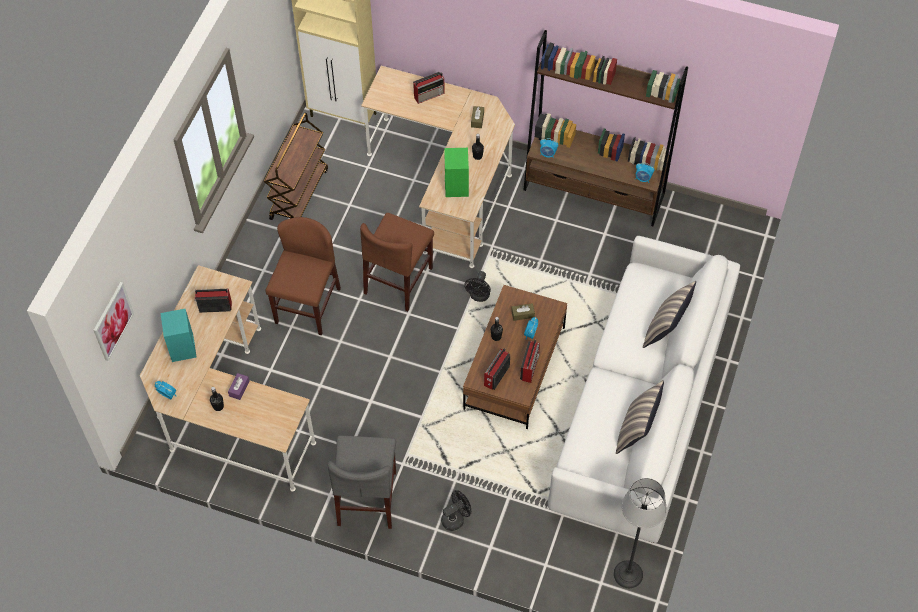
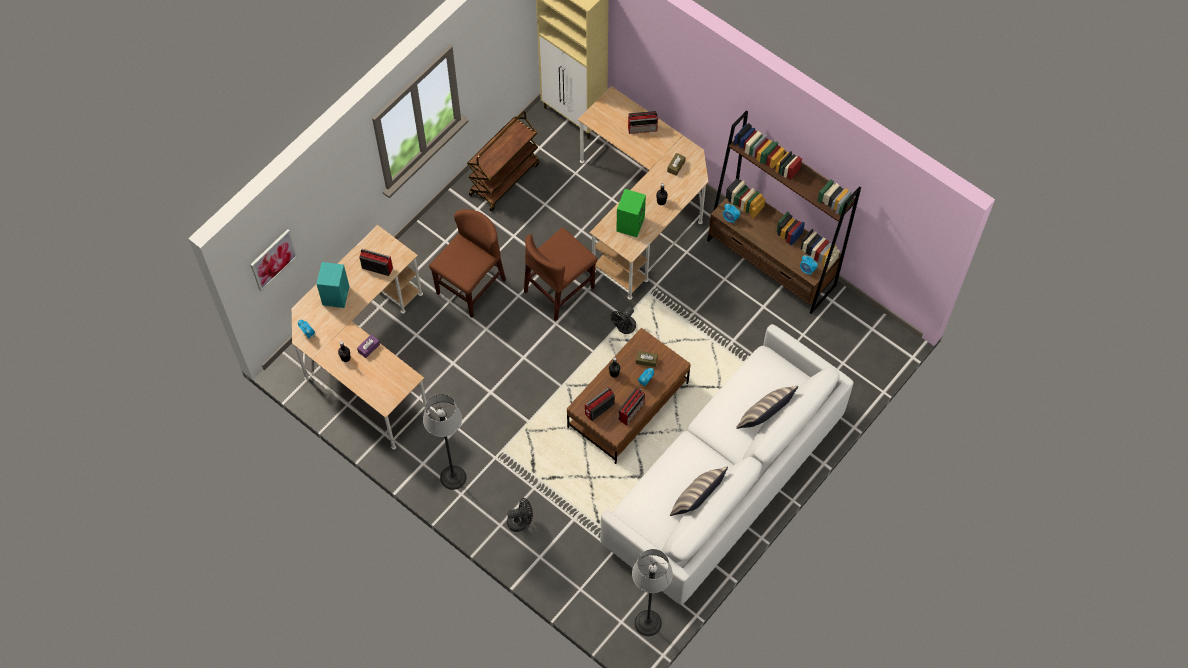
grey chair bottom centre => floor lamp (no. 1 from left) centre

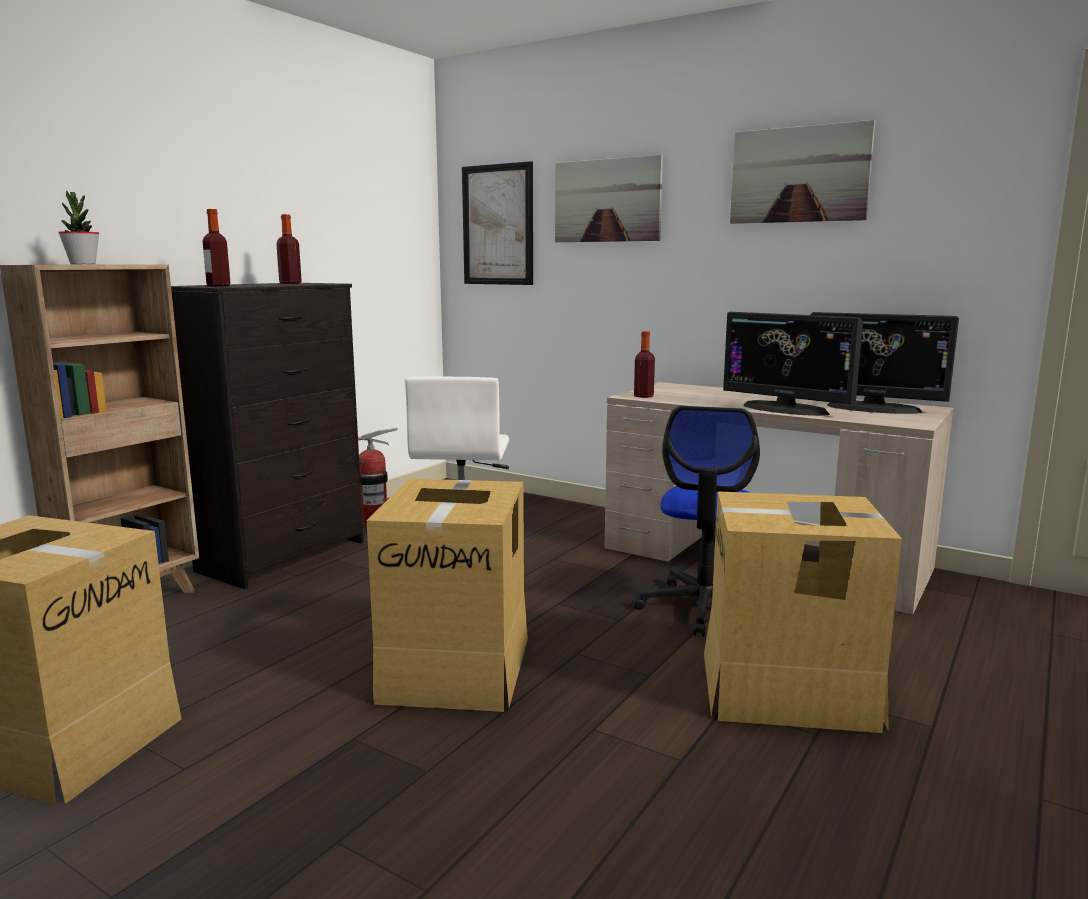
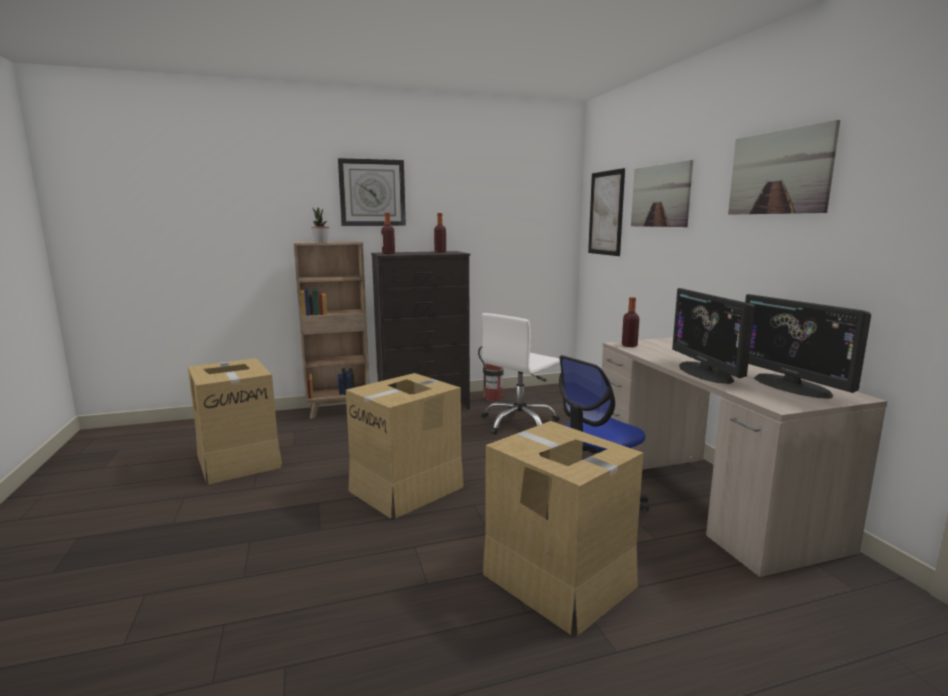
nothing => wall clock top centre

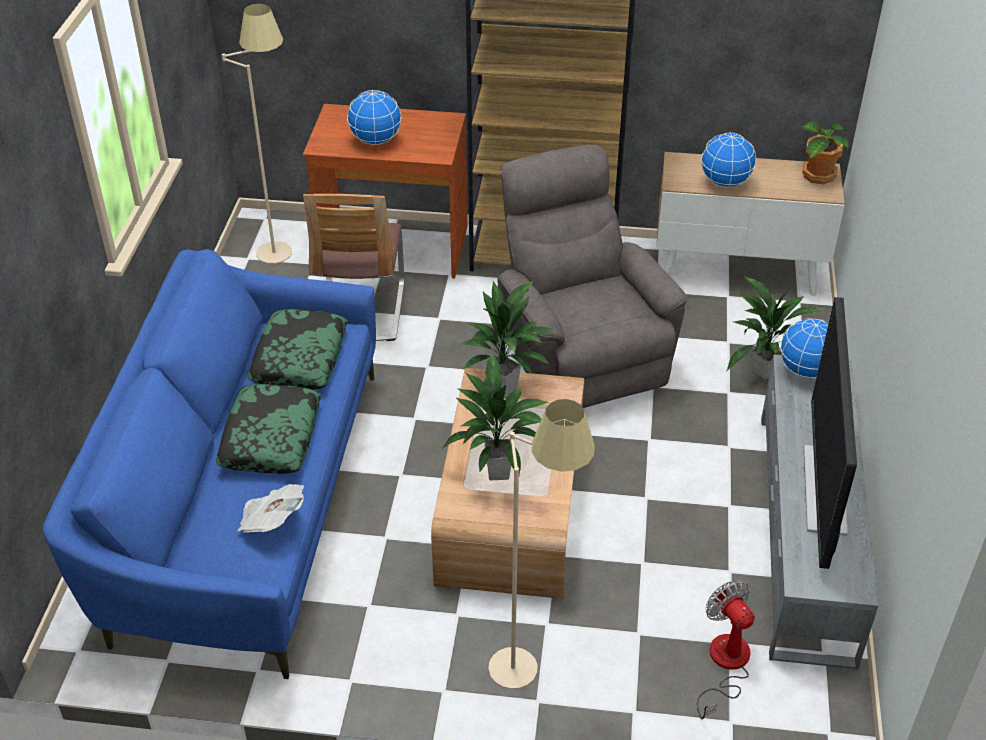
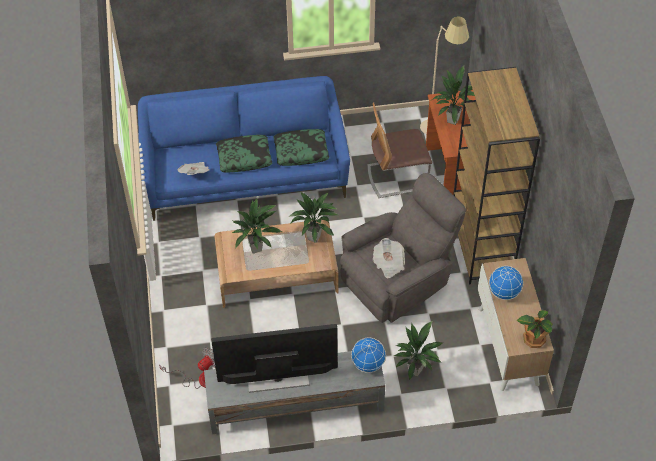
beige floor lamp (no. 2 from left) bottom centre => nothing
nothing => newspaper (no. 2 from left) centre
globe (no. 1 from left) top centre => potted plant (no. 4 from left) top right

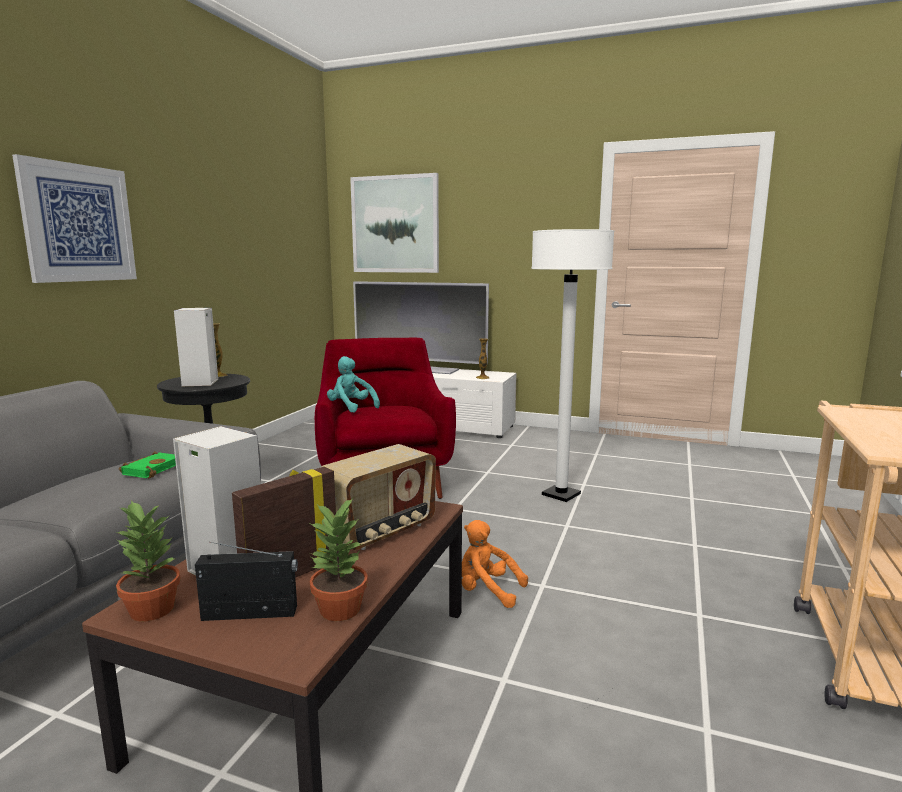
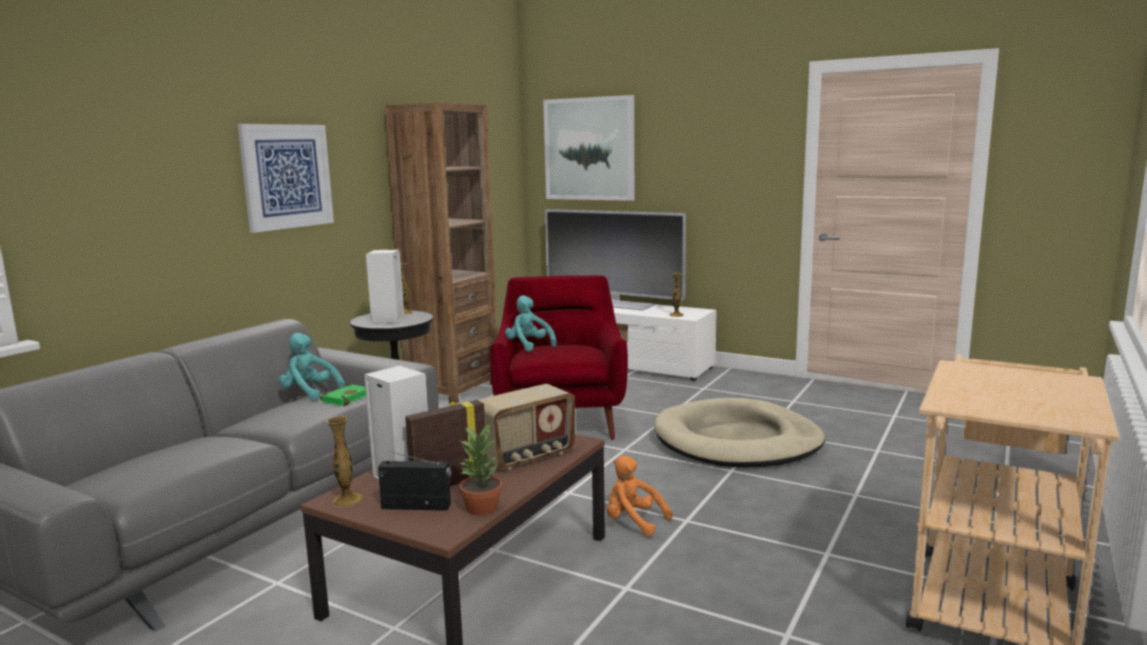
nothing => turquoise plush toy (no. 1 from left) middle left
nothing => brown bookcase centre
potted plant (no. 1 from left) bottom left => vase (no. 1 from left) bottom left
white floor lamp centre => beige dog bed bottom centre

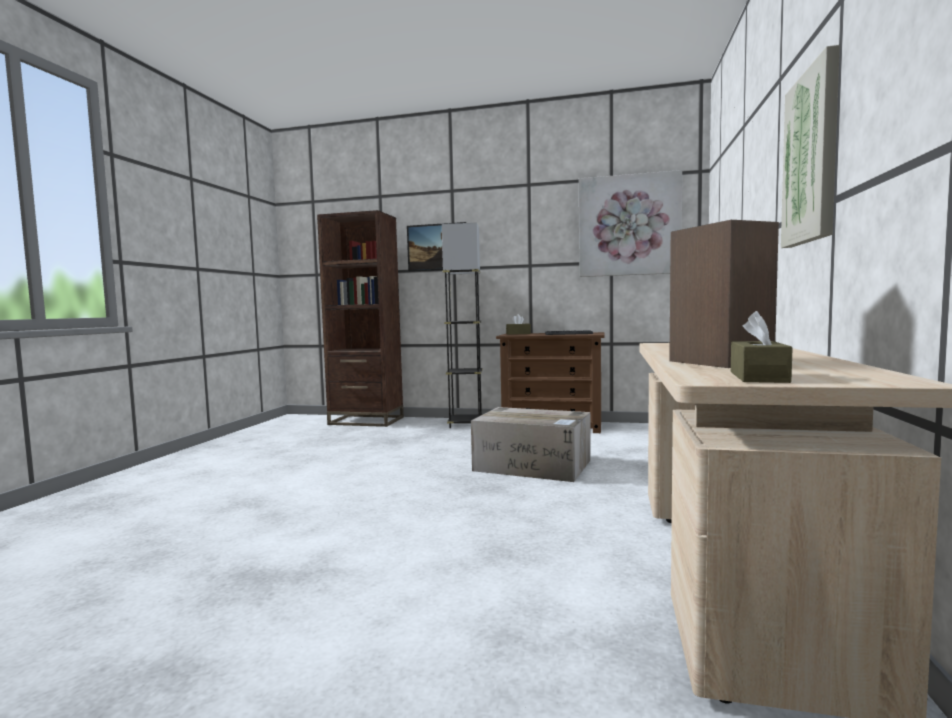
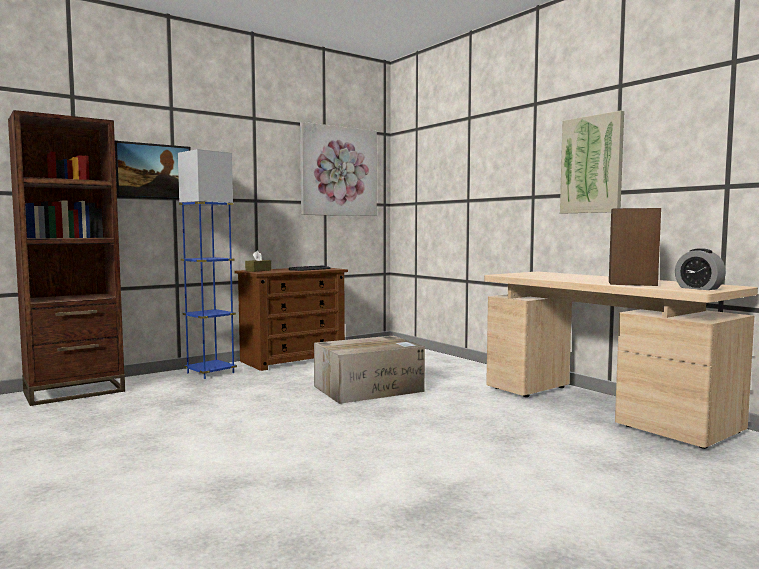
brown tissue box (no. 2 from left) middle right => alarm clock middle right
grey floor lamp centre => blue floor lamp middle left

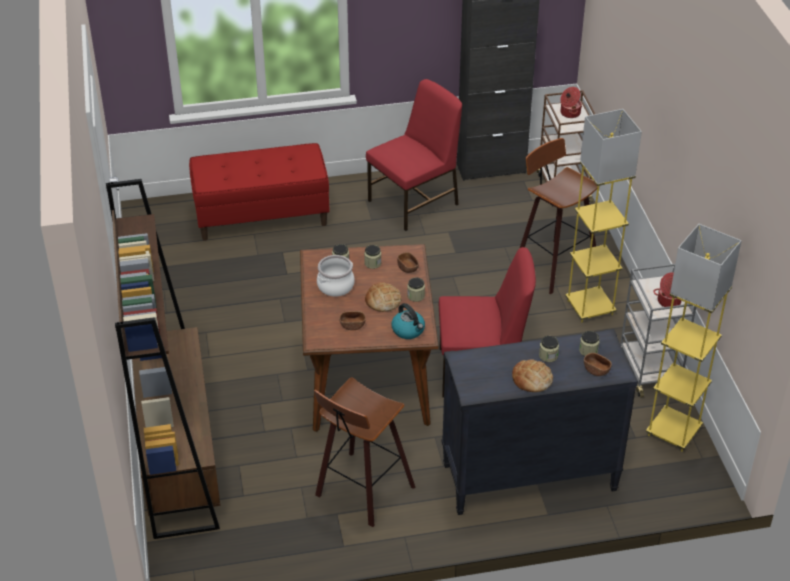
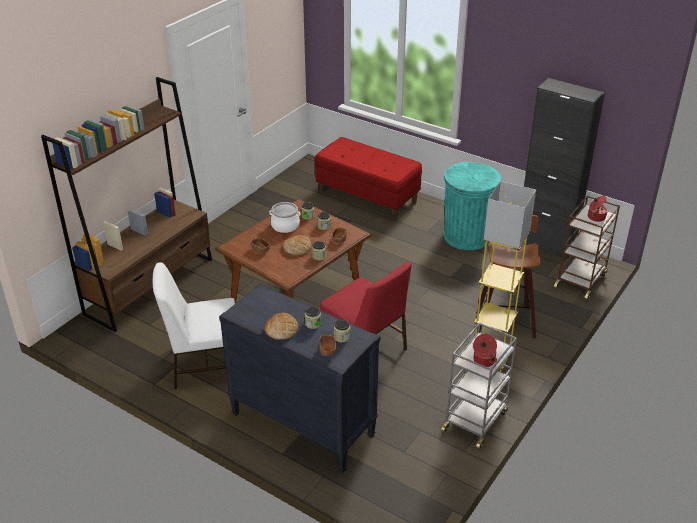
kettle centre => nothing
yellow floor lamp (no. 2 from left) middle right => nothing
stool (no. 1 from left) bottom centre => white chair middle left
red chair (no. 1 from left) top centre => turquoise trash can middle right

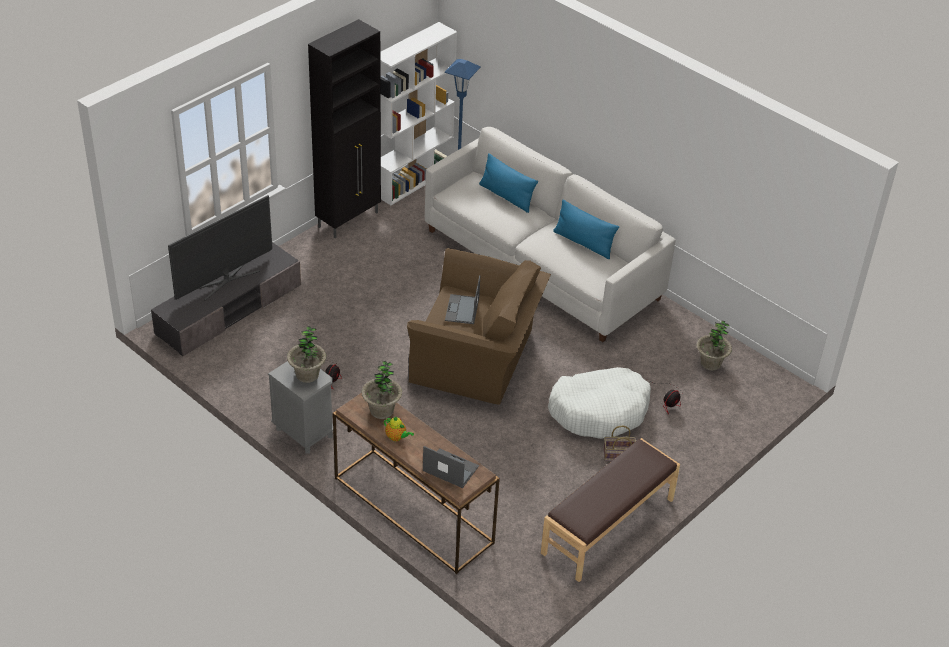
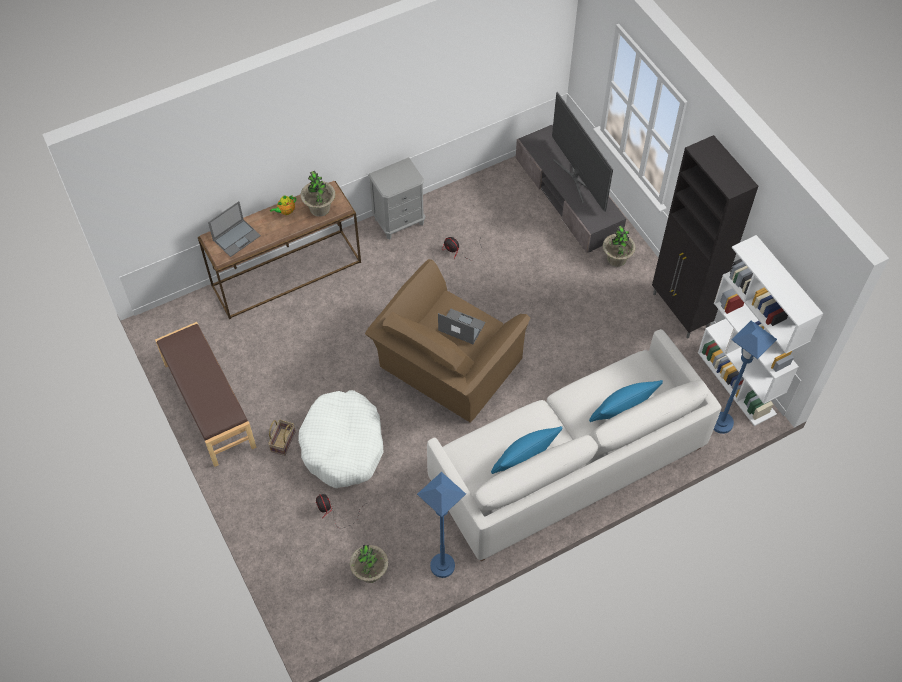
nothing => blue floor lamp (no. 1 from left) bottom centre
potted plant (no. 1 from left in the first image) middle left => potted plant (no. 3 from left) middle right, relocated

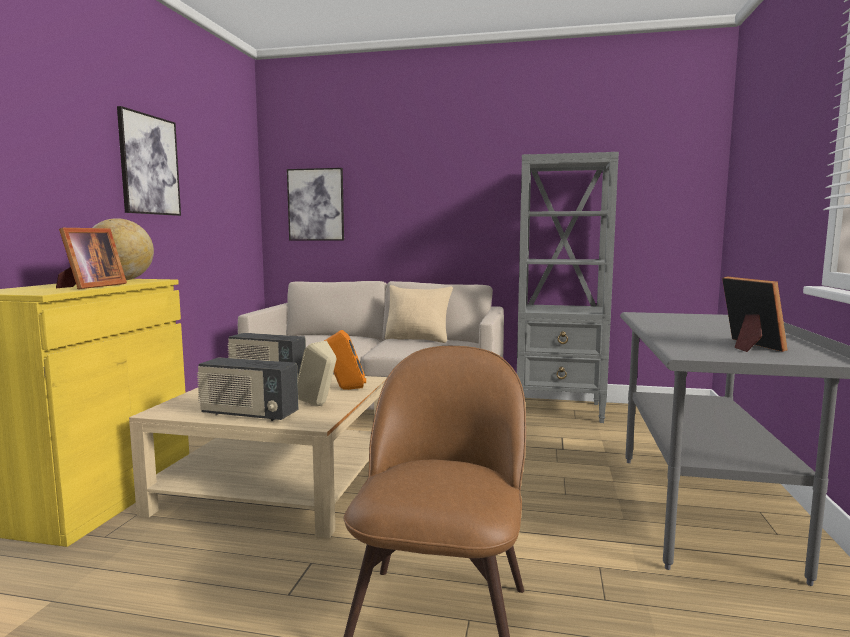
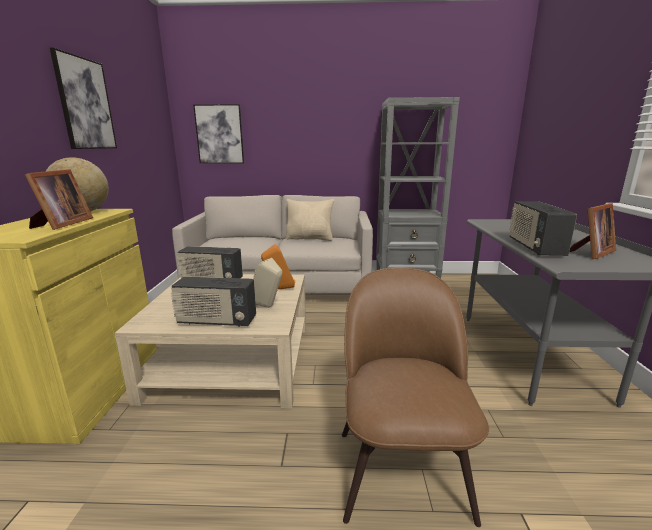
nothing => radio (no. 3 from left) middle right
picture frame (no. 2 from left) middle right, 75 degrees clockwise

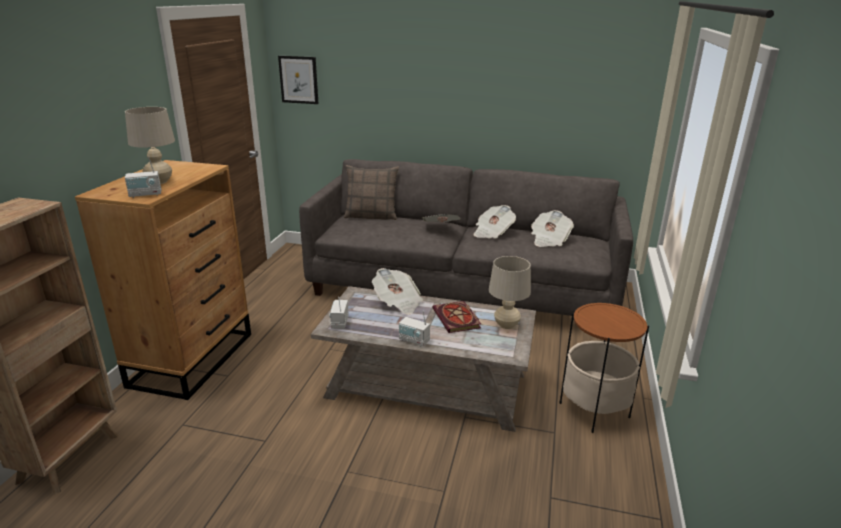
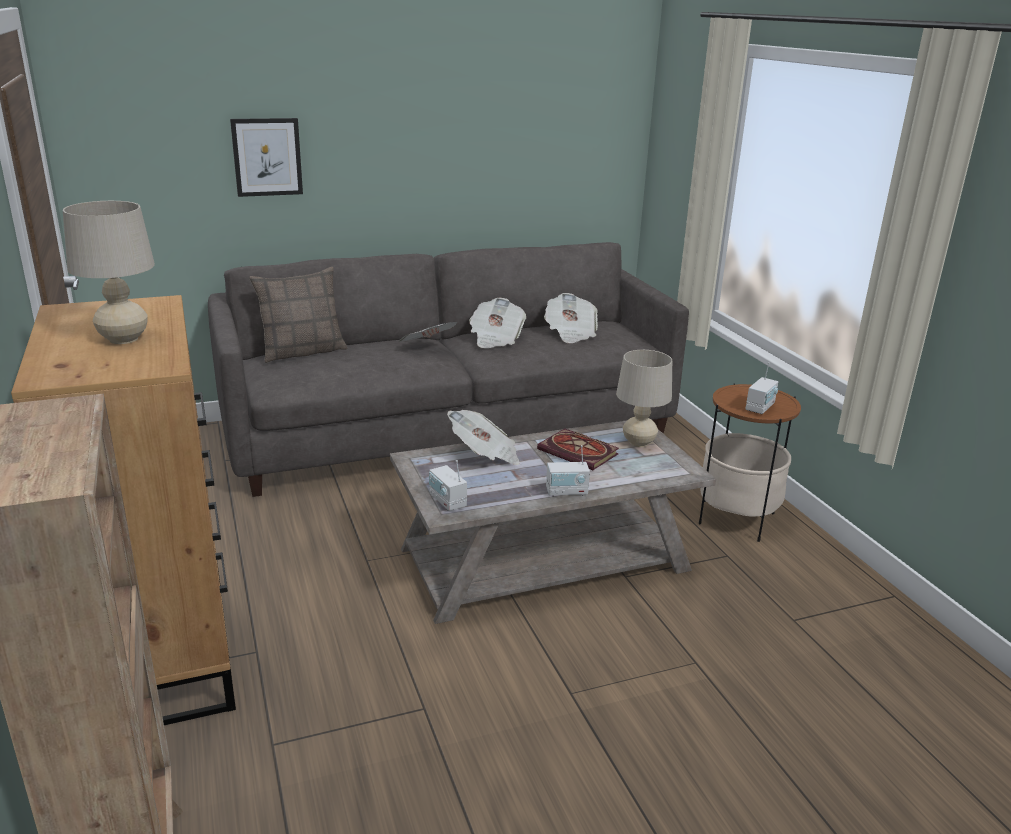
radio (no. 1 from left in the first image) middle left => radio (no. 3 from left) middle right, relocated
picture top centre => picture top left, relocated

